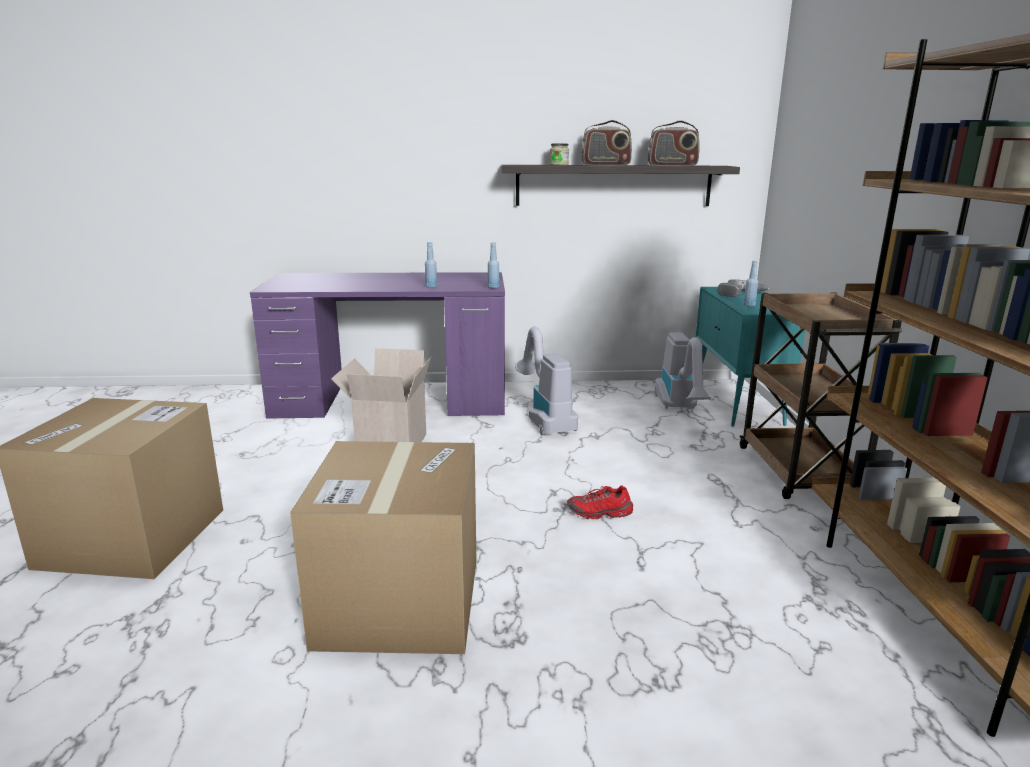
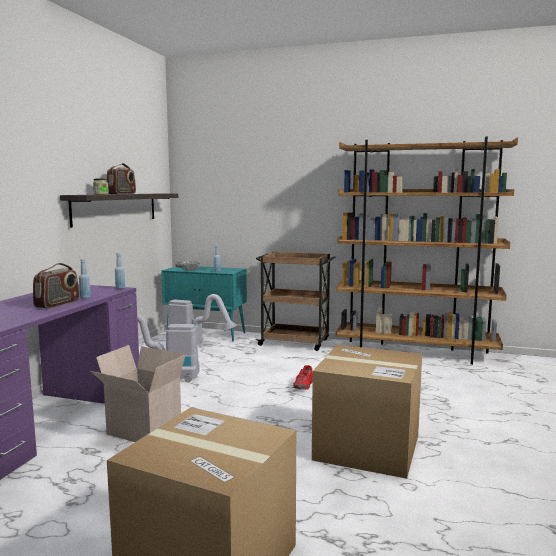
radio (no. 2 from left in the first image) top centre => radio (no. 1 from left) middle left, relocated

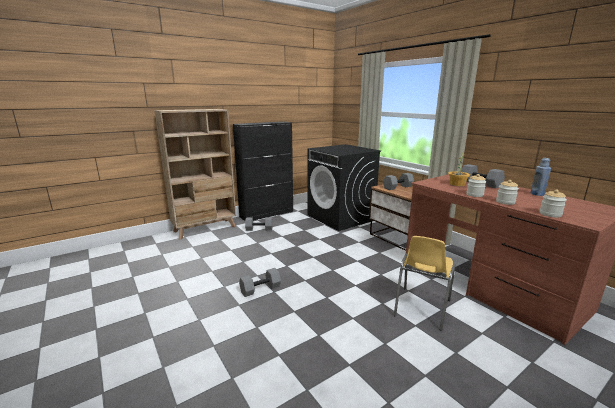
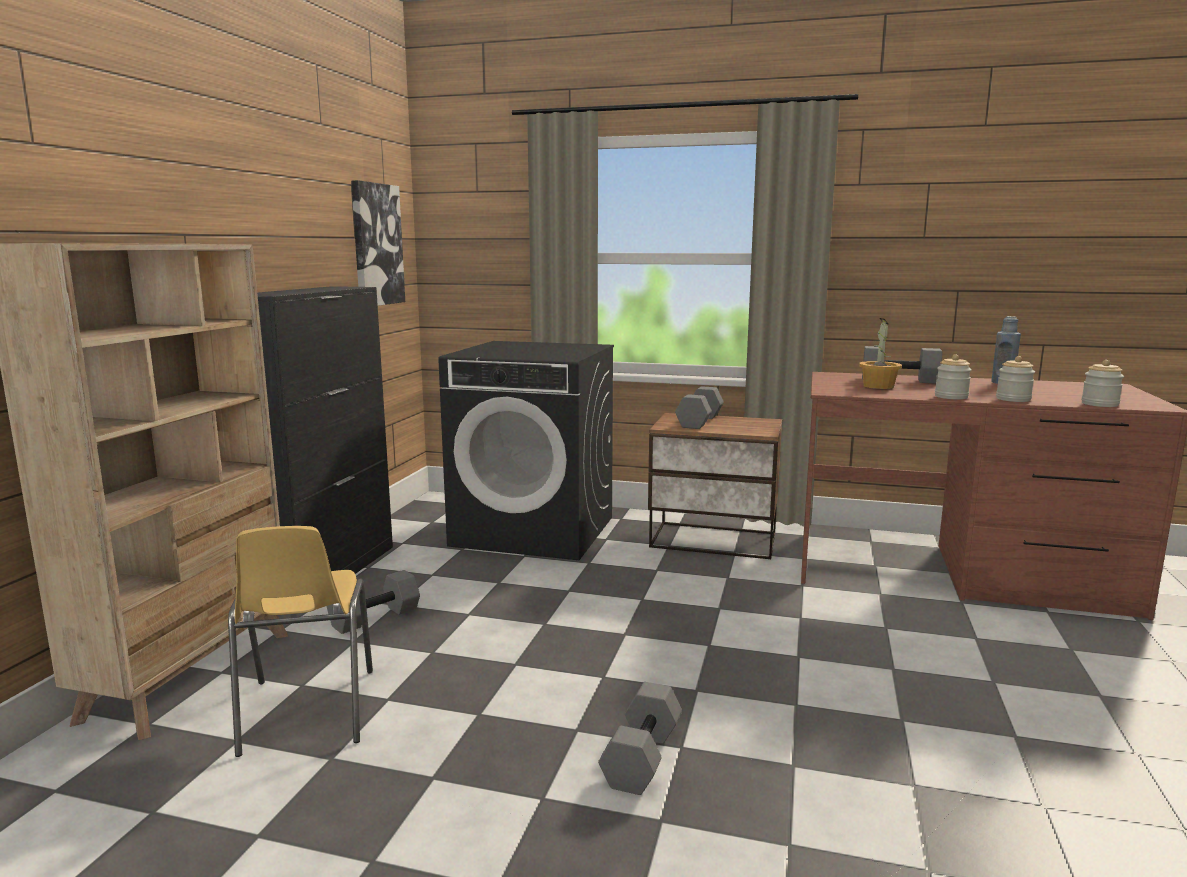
nothing => picture top left
yellow chair bottom right => yellow chair bottom left, relocated

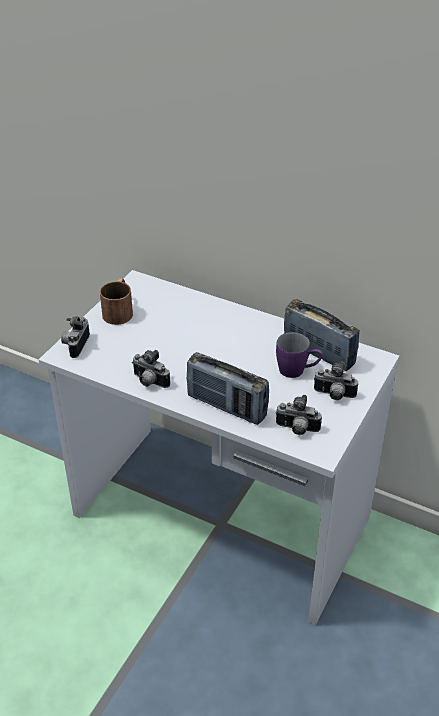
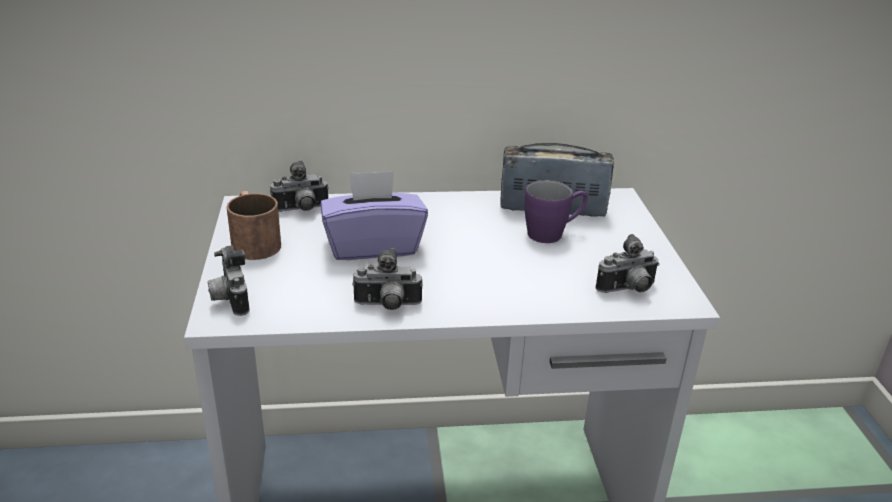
radio (no. 1 from left) centre => nothing
nothing => purple tissue box centre
photo camera (no. 4 from left in the first image) middle right => photo camera (no. 2 from left) centre, relocated

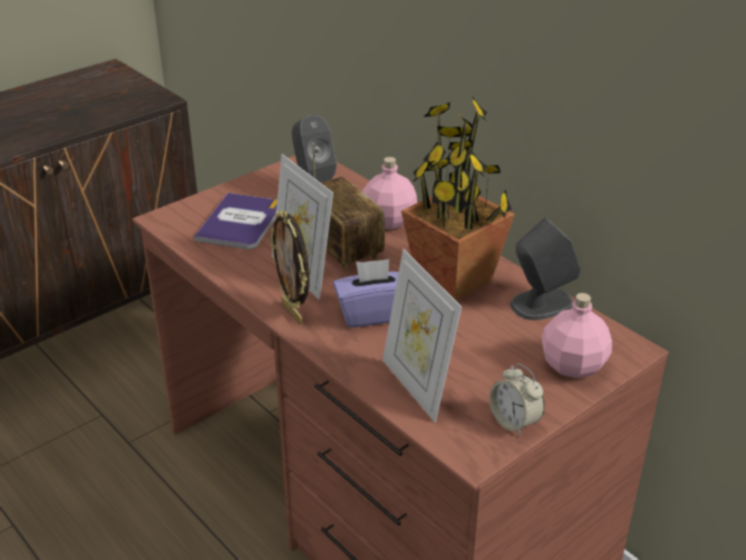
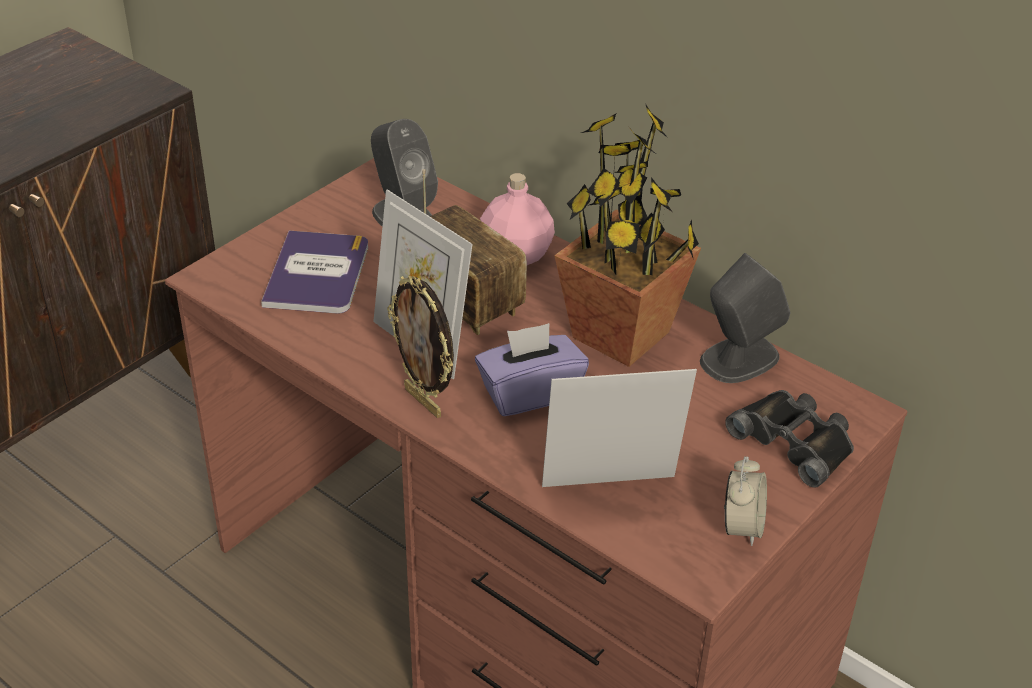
pink bottle (no. 2 from left) middle right => black binoculars middle right
picture frame (no. 3 from left) centre, 120 degrees clockwise
alarm clock bottom right, 120 degrees counterclockwise

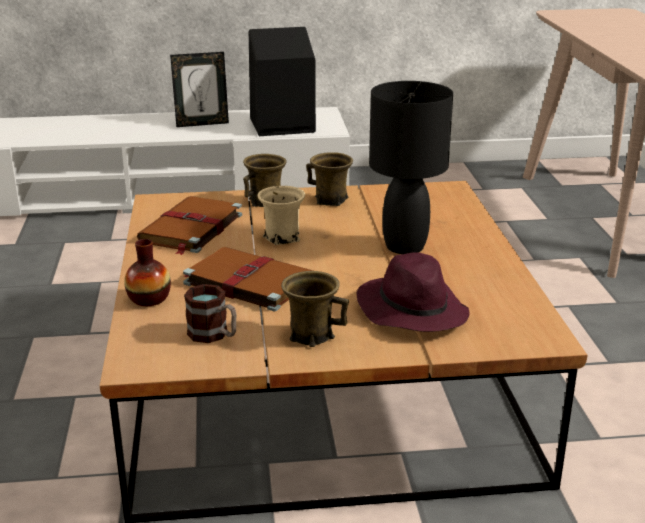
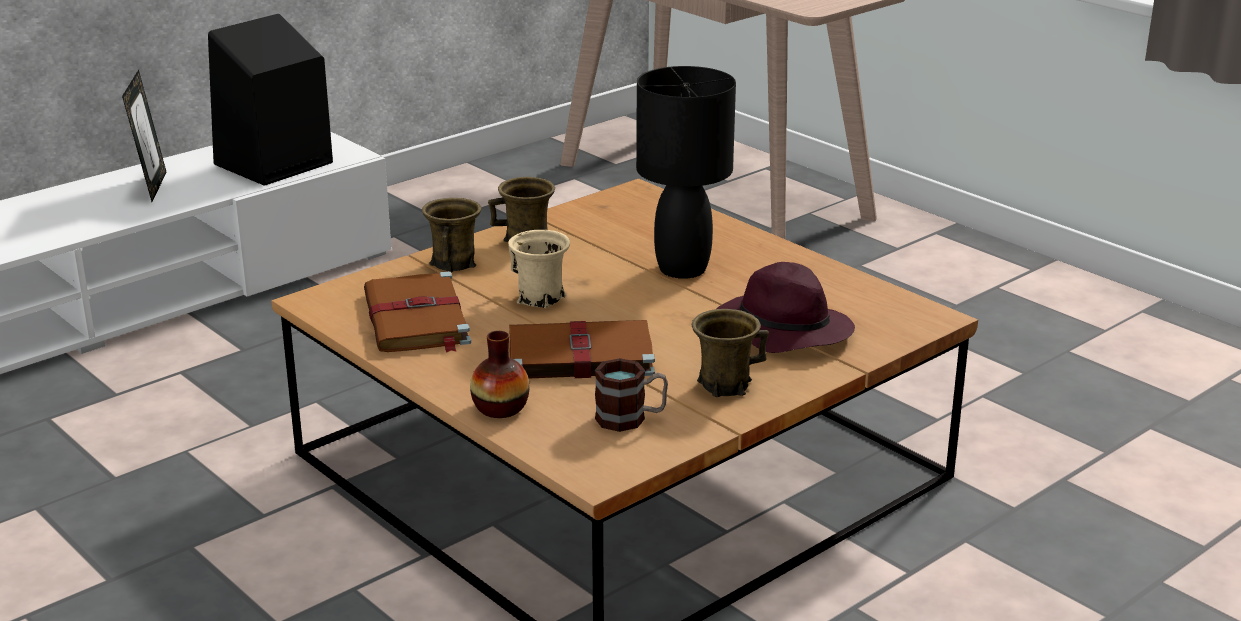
picture frame top left, 45 degrees counterclockwise

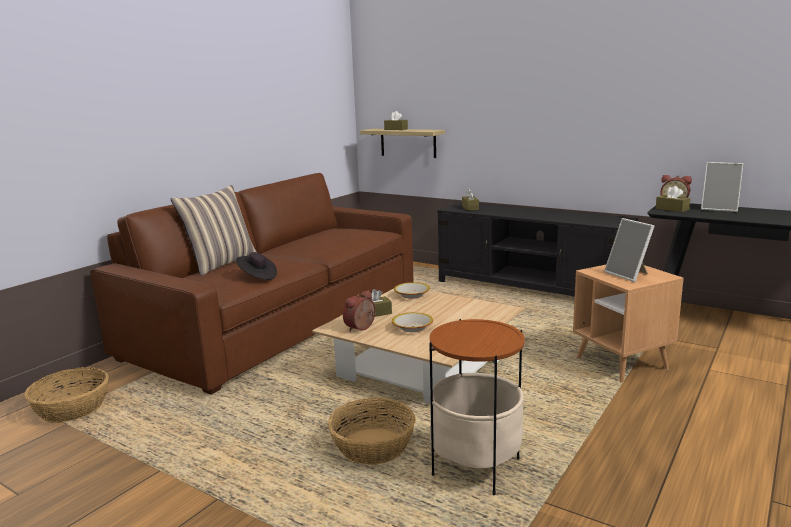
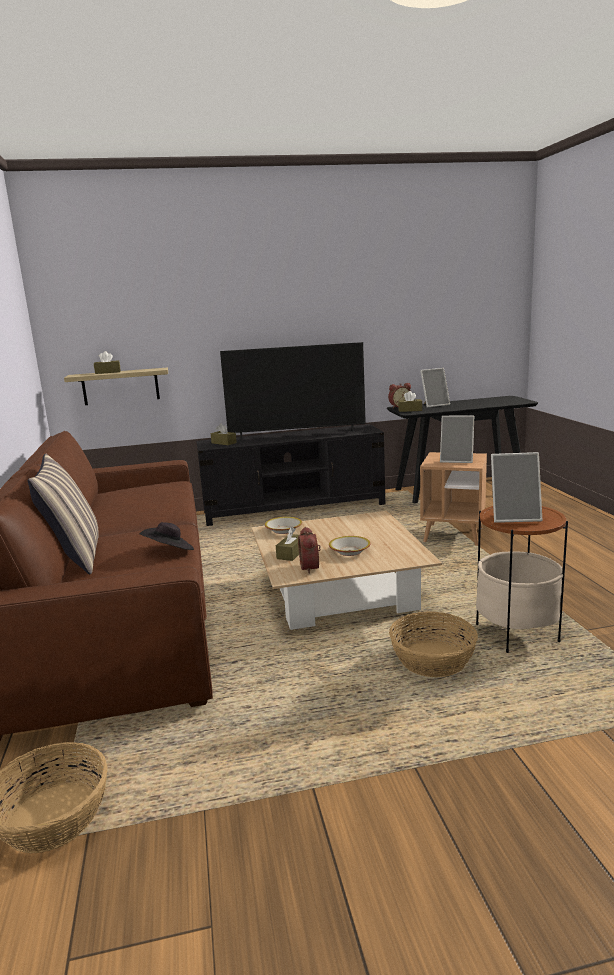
nothing => television centre
nothing => picture frame (no. 3 from left) middle right

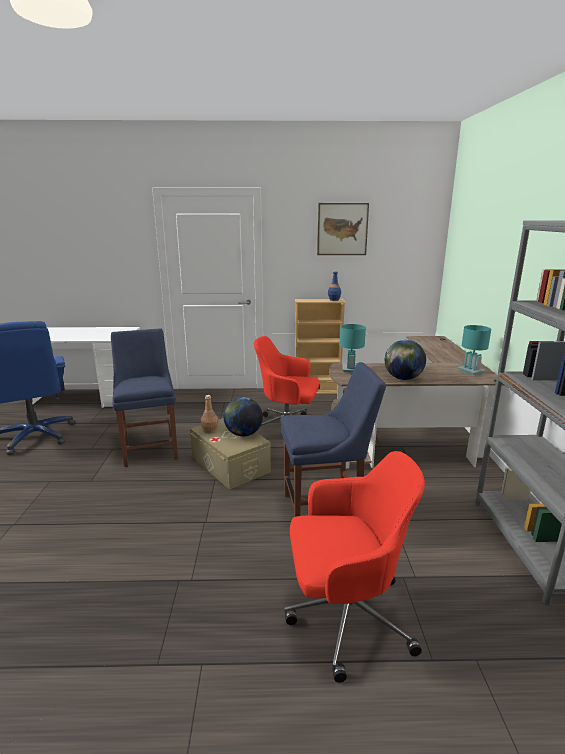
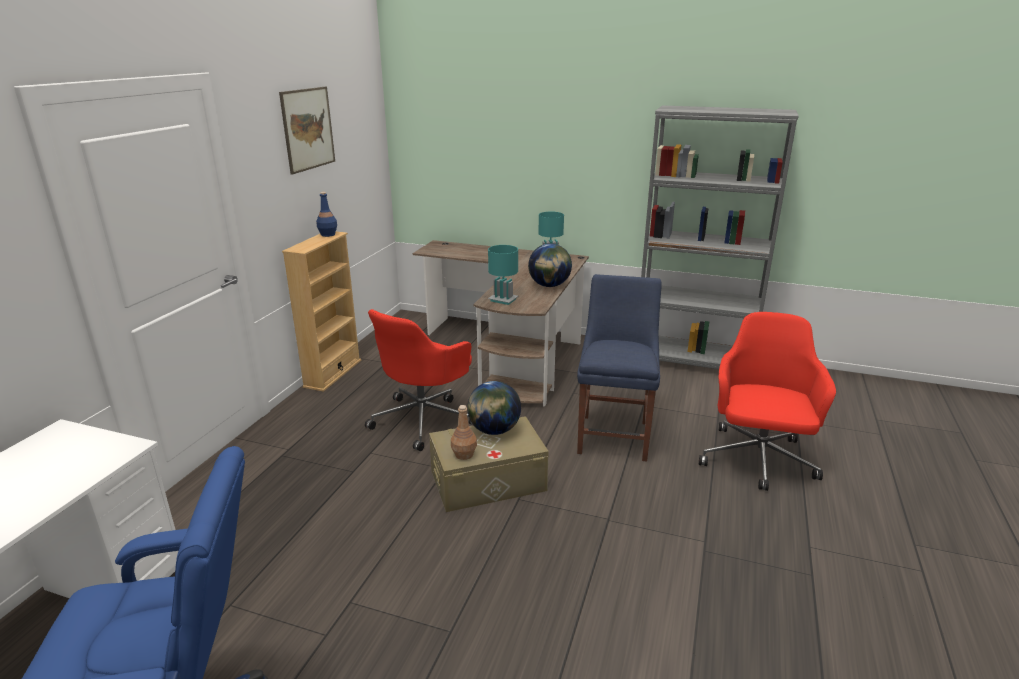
blue chair (no. 1 from left) middle left => nothing

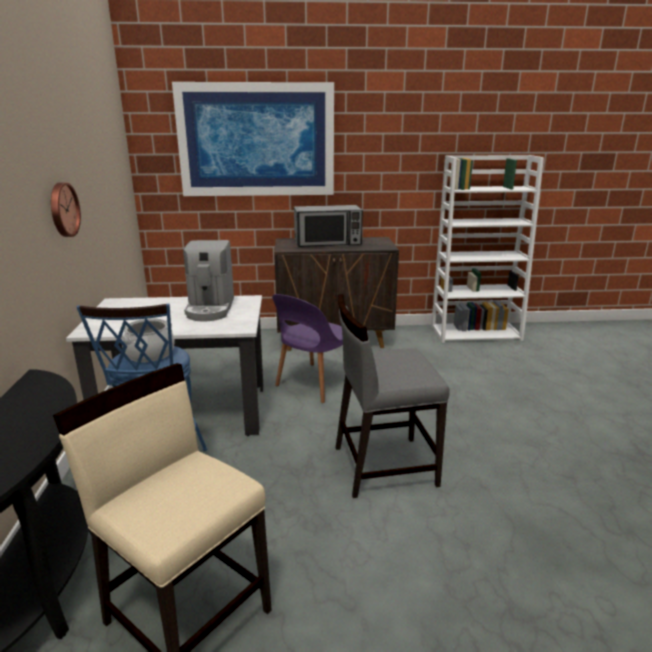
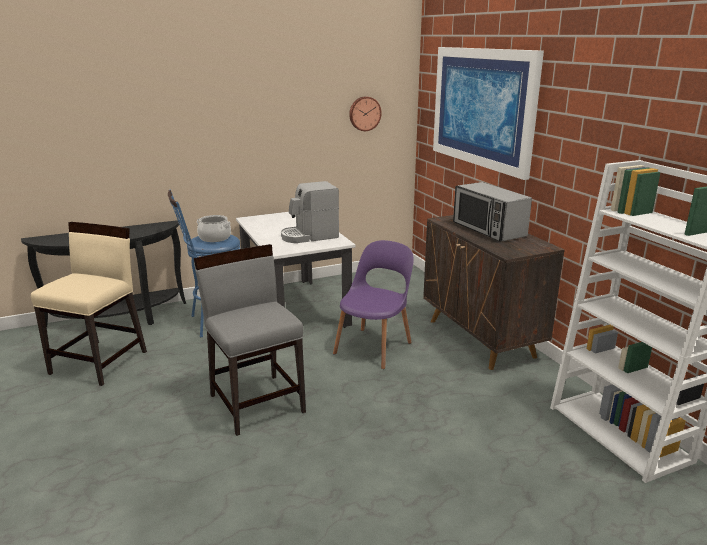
wall clock top left => wall clock top centre, relocated
purple chair centre, 105 degrees clockwise

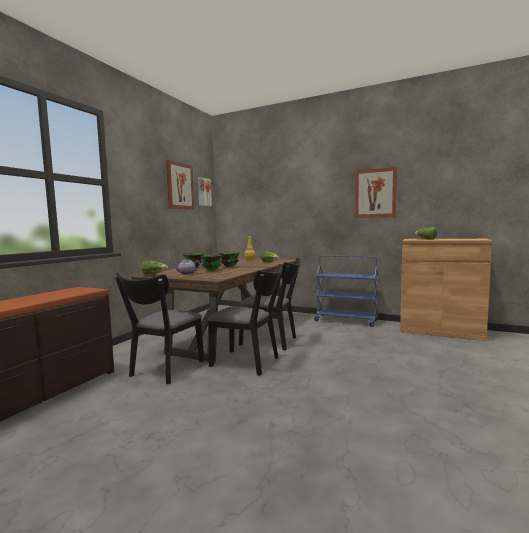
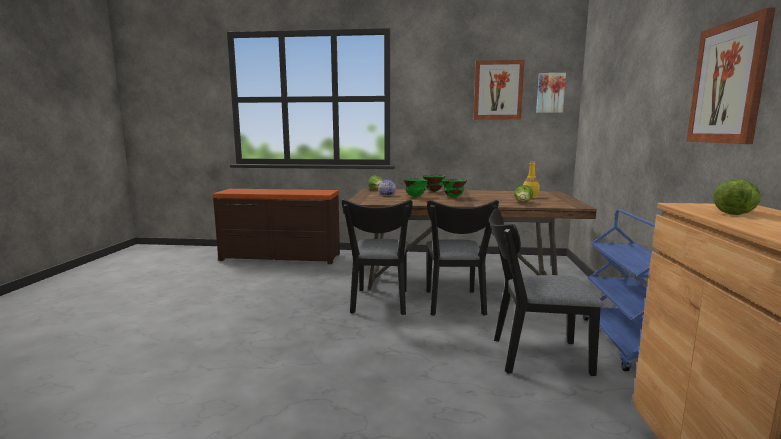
black chair (no. 1 from left in the first image) middle left => black chair (no. 3 from left) middle right, relocated

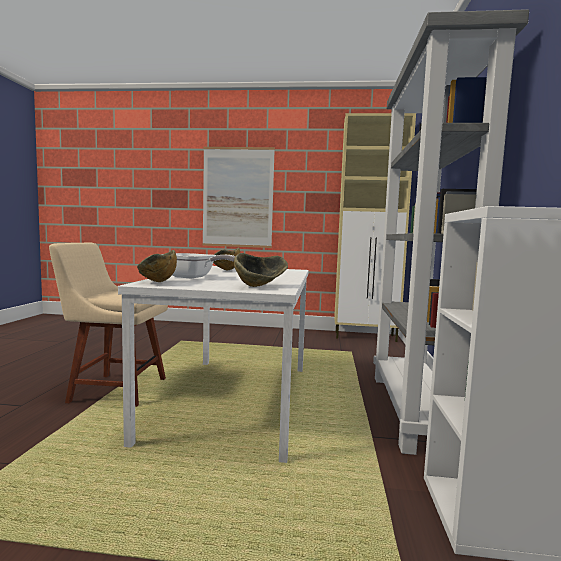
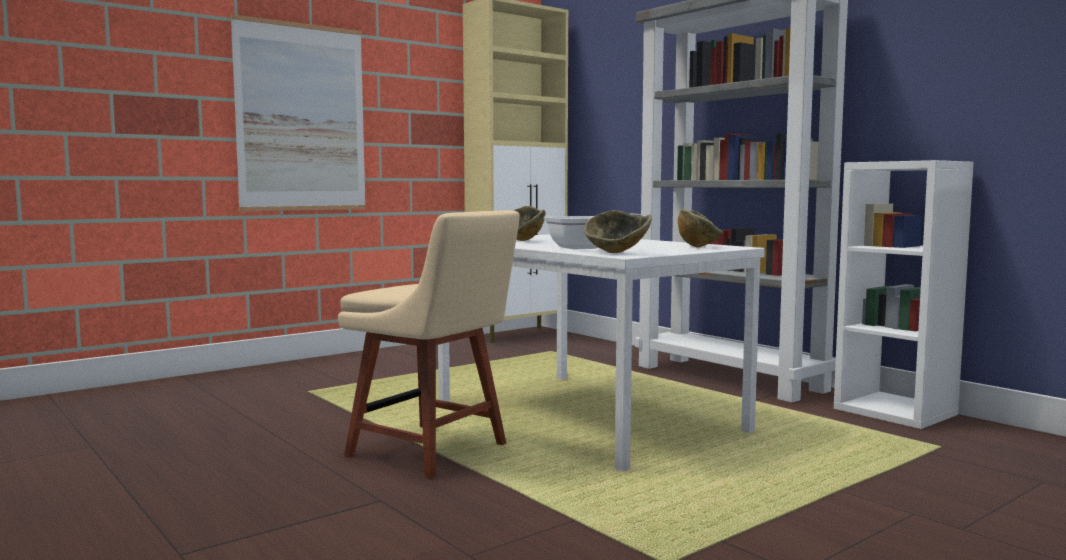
beige chair middle left => beige chair centre, 105 degrees counterclockwise

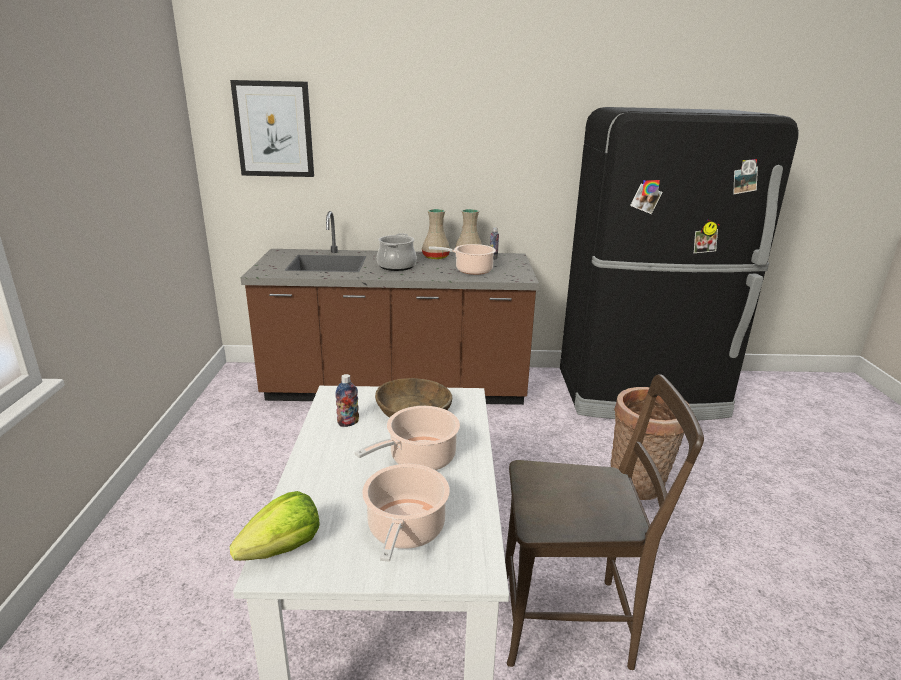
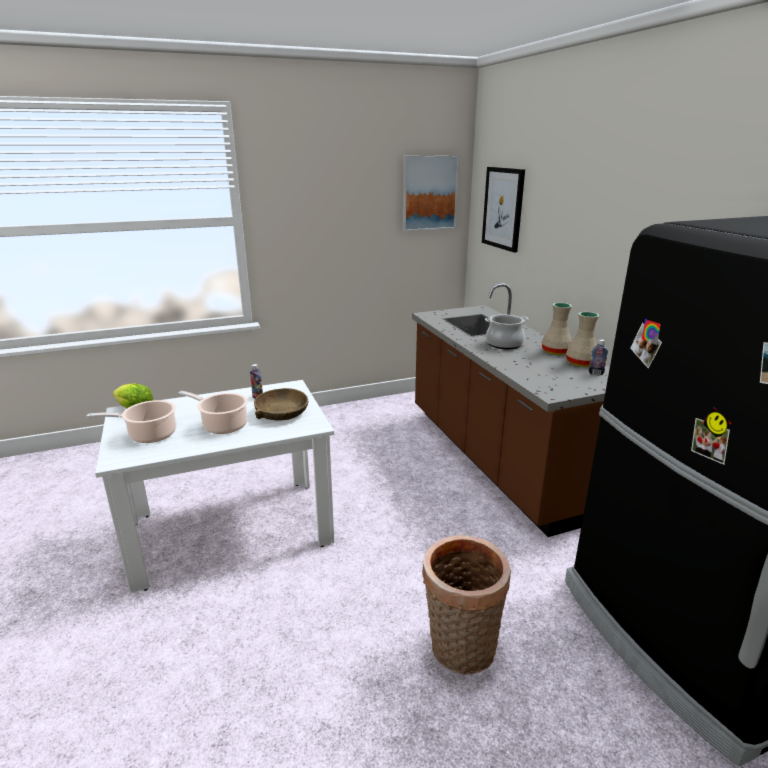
cooking pot (no. 4 from left) centre => nothing
brown chair bottom right => nothing
nothing => picture (no. 1 from left) top centre

